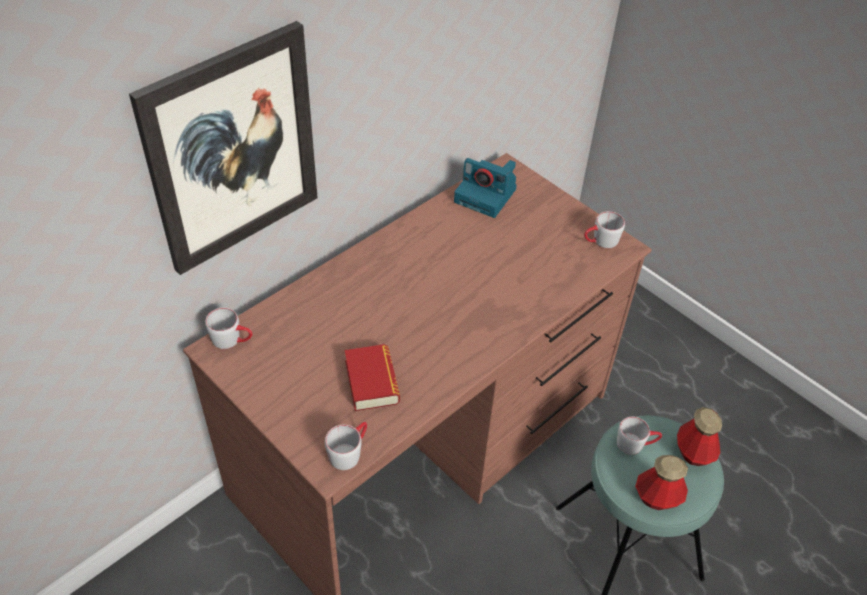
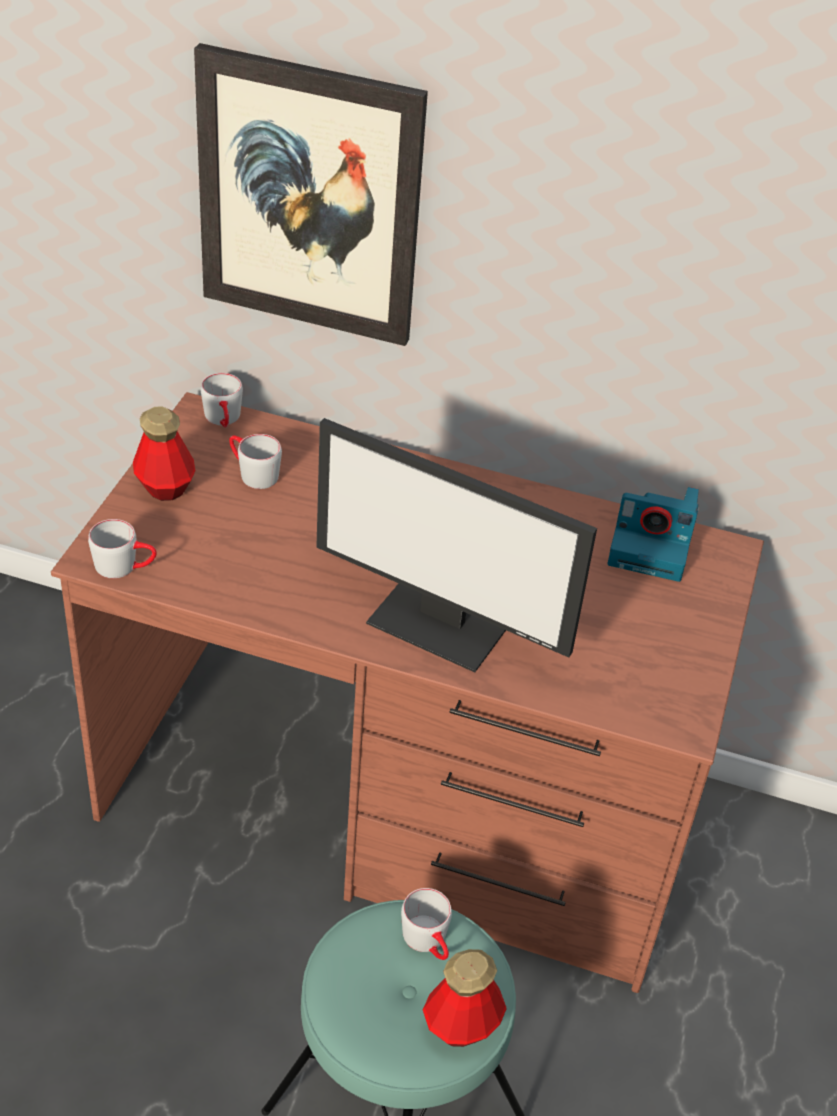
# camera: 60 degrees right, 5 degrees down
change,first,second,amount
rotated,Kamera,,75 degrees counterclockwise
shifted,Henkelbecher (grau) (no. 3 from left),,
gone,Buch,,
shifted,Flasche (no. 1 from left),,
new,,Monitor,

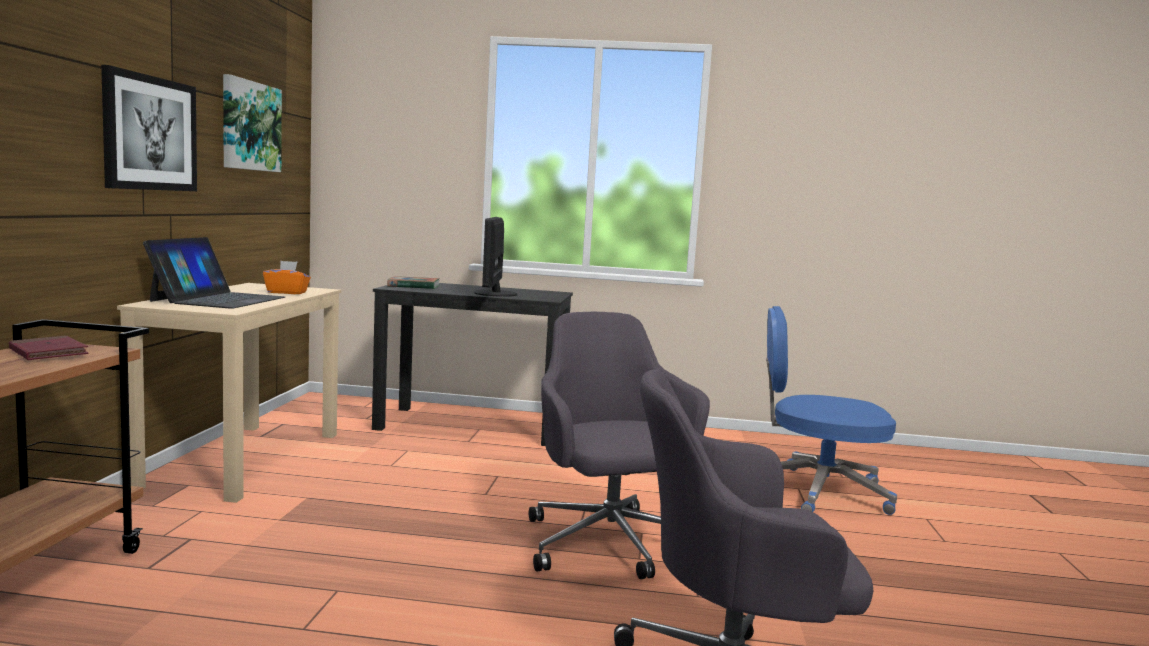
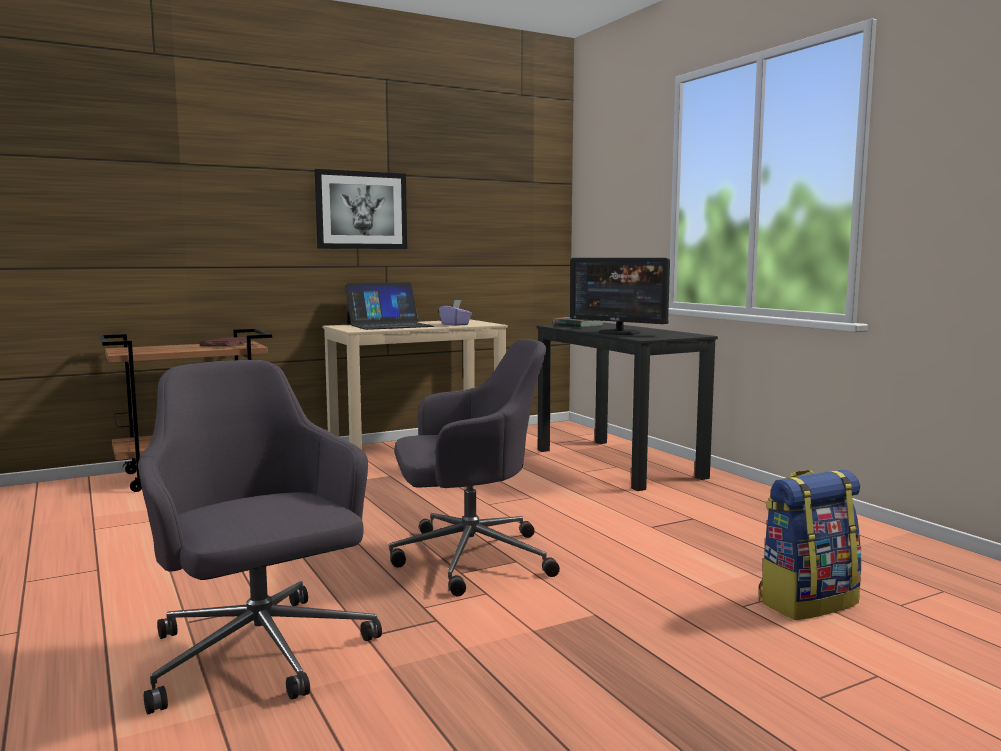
# camera: 55 degrees right, 0 degrees up
change,first,second,amount
gone,Bild (no. 2 from left),,
rotated,Monitor,,105 degrees counterclockwise
repainted,Taschentuchbox (orange),Taschentuchbox (lila),
swapped,Bürostuhl (blau),Rucksack,
rotated,Bürostuhl (grau) (no. 1 from left in the first image),Bürostuhl (grau) (no. 2 from left),45 degrees clockwise

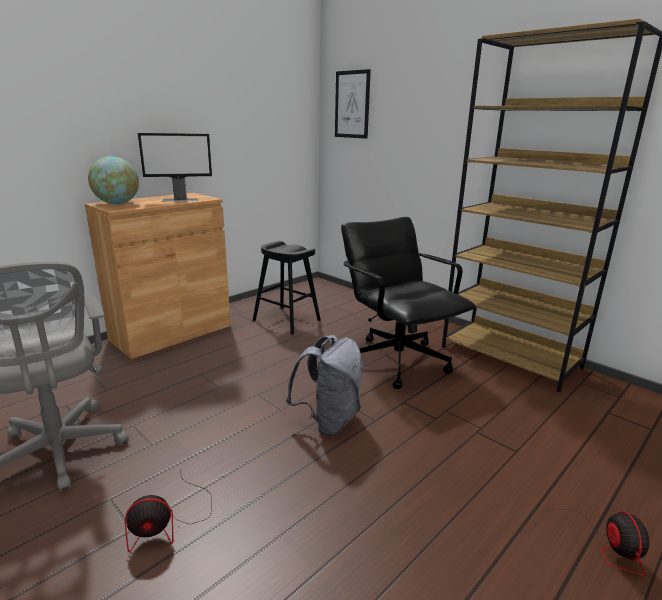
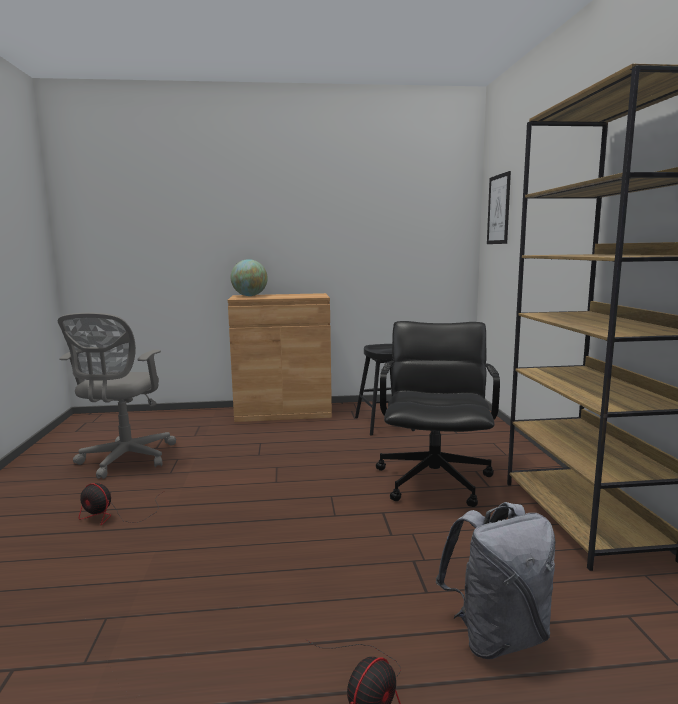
# camera: 40 degrees right, 10 degrees down
change,first,second,amount
gone,Monitor,,
shifted,Rucksack (grau),,

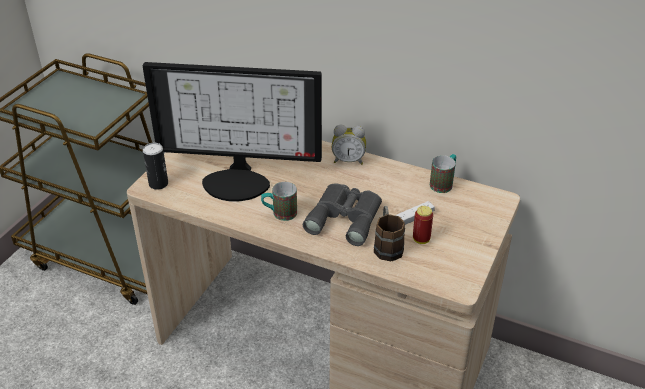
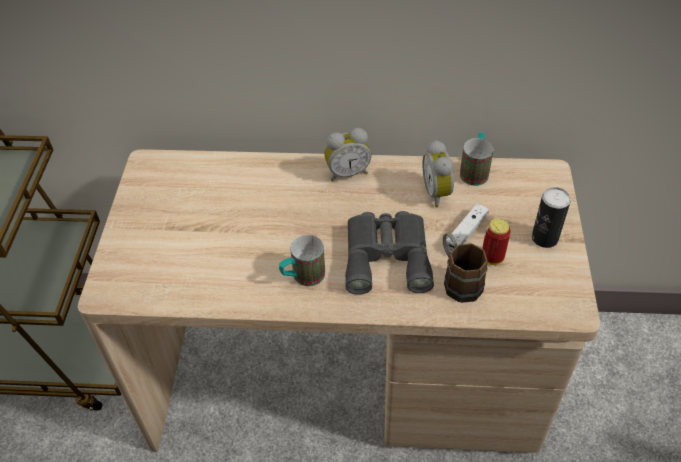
# camera: 20 degrees left, 10 degrees up
change,first,second,amount
gone,Monitor,,
shifted,Dose (no. 1 from left in the first image),Dose (no. 2 from left),
new,,Wecker (no. 2 from left),

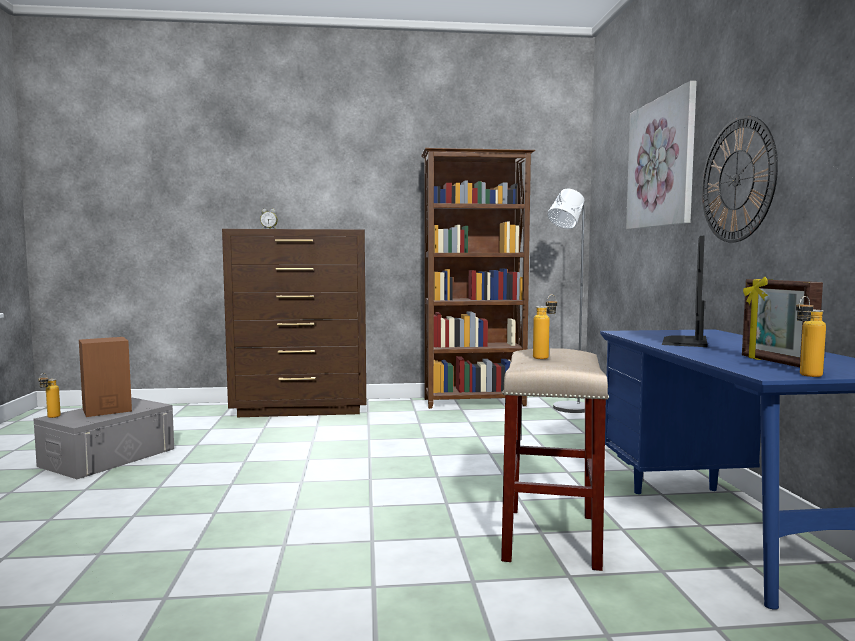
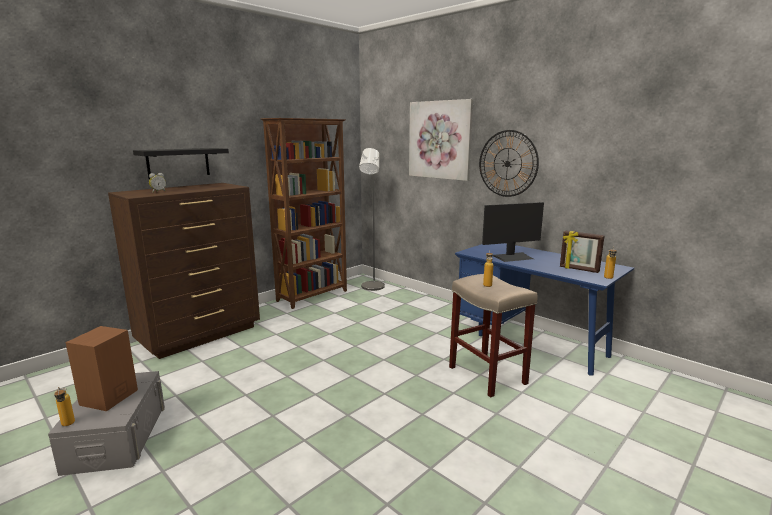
# camera: 40 degrees left, 10 degrees up
change,first,second,amount
rotated,Monitor,,90 degrees counterclockwise
new,,Wandregal (schwarz),

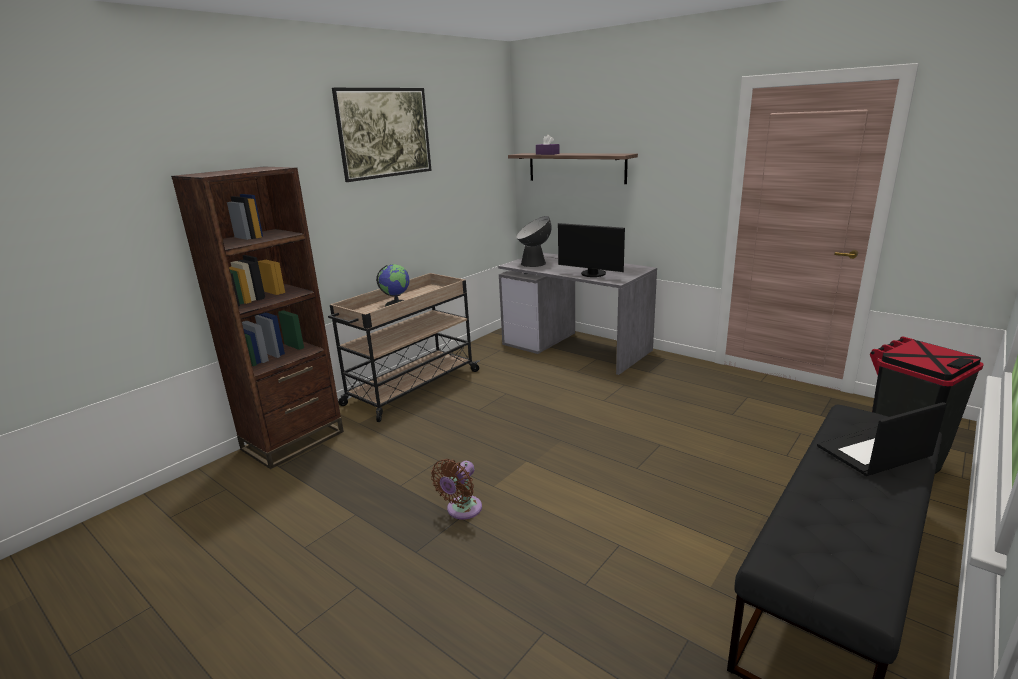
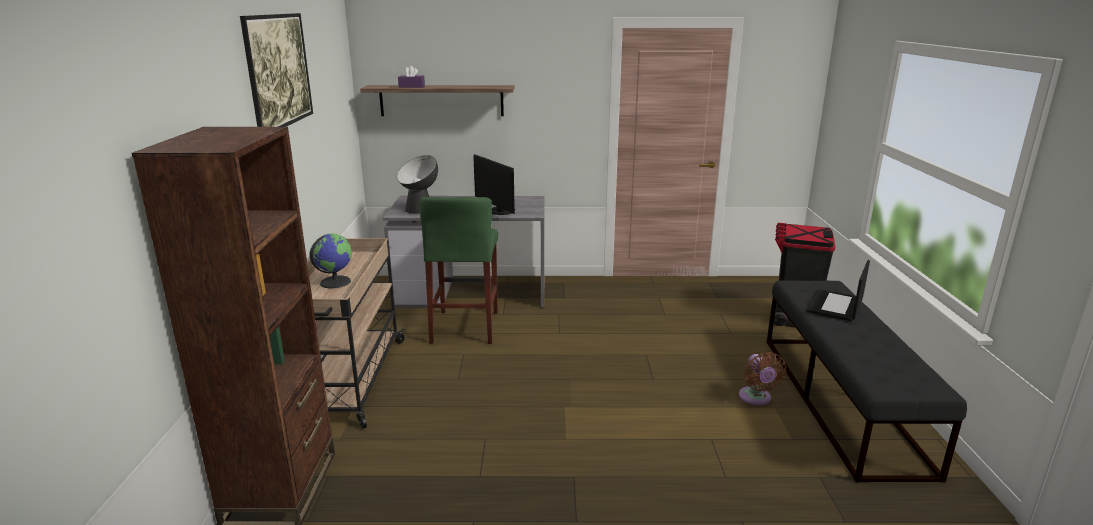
# camera: 40 degrees left, 0 degrees up
change,first,second,amount
rotated,Monitor,,60 degrees clockwise
shifted,Ventilator (braun),,
new,,Hocker (grün),

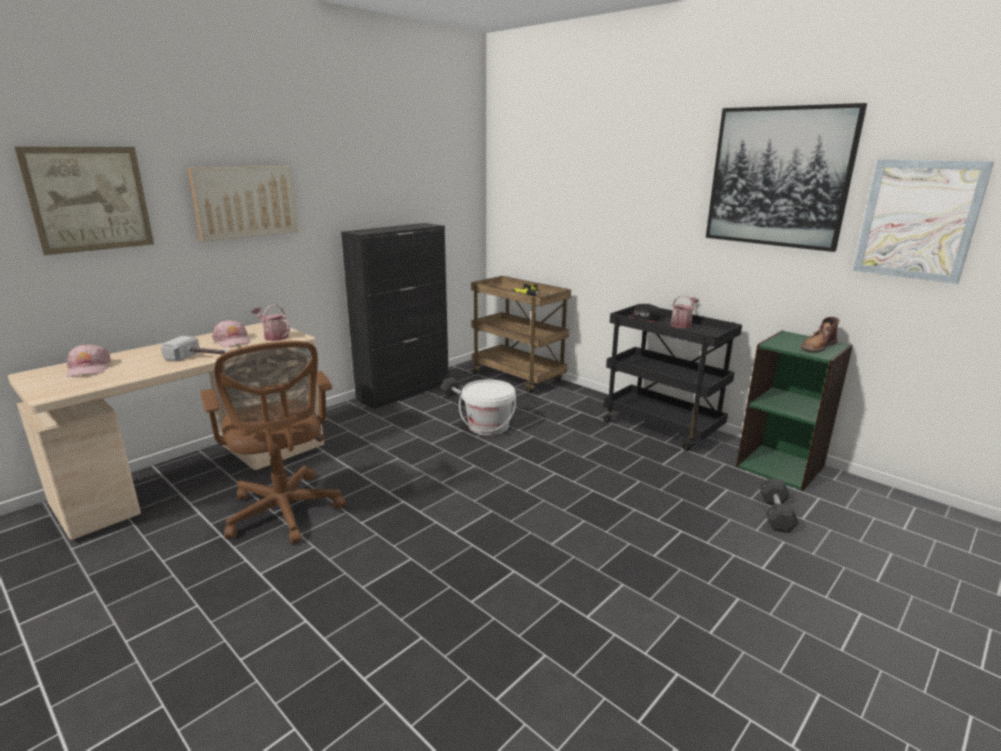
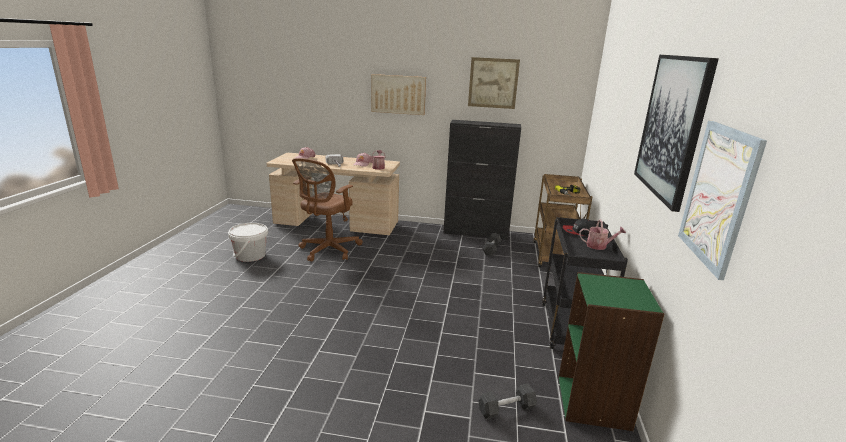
# camera: 55 degrees right, 0 degrees up
change,first,second,amount
shifted,Bild (no. 1 from left in the first image),Bild (no. 2 from left),
gone,Stiefel (braun),,
shifted,Eimer (weiß),,

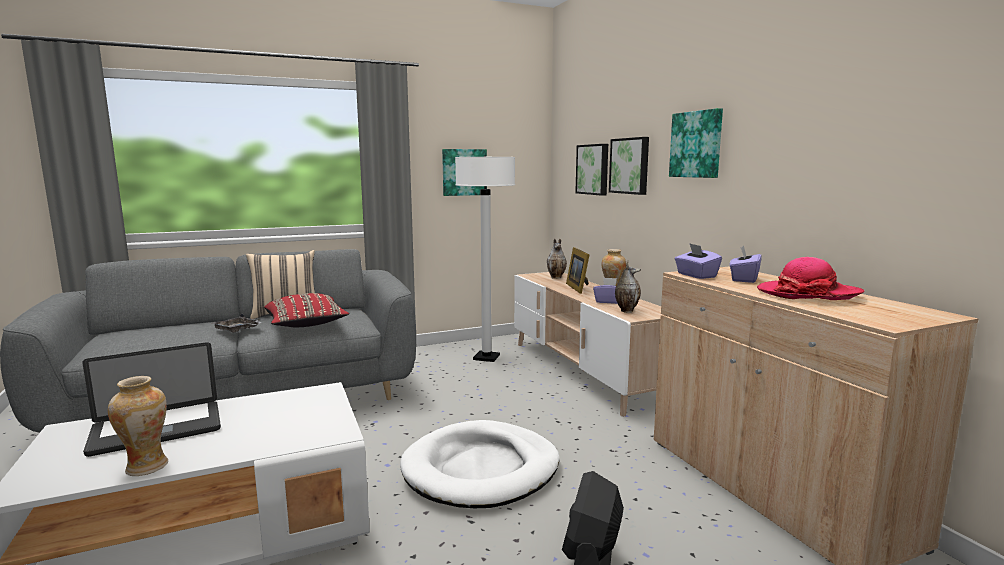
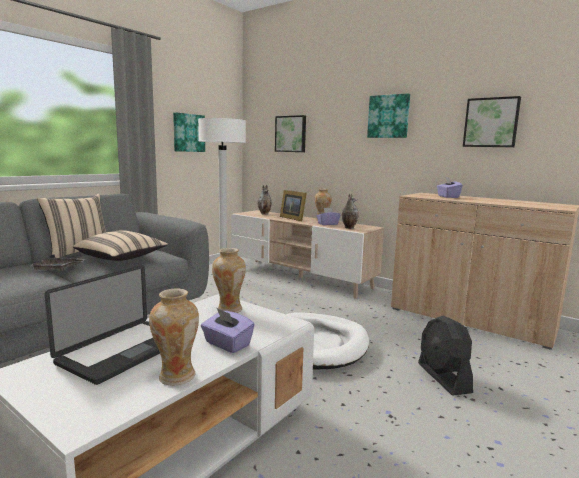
# camera: 30 degrees left, 0 degrees up
change,first,second,amount
shifted,Bild (no. 3 from left in the first image),Bild (no. 4 from left),
shifted,Taschentuchbox (lila) (no. 2 from left in the first image),Taschentuchbox (lila) (no. 1 from left),
gone,Hut,,
repainted,Kissen (rot),Kissen (beige) (no. 2 from left),
new,,Vase (no. 2 from left),

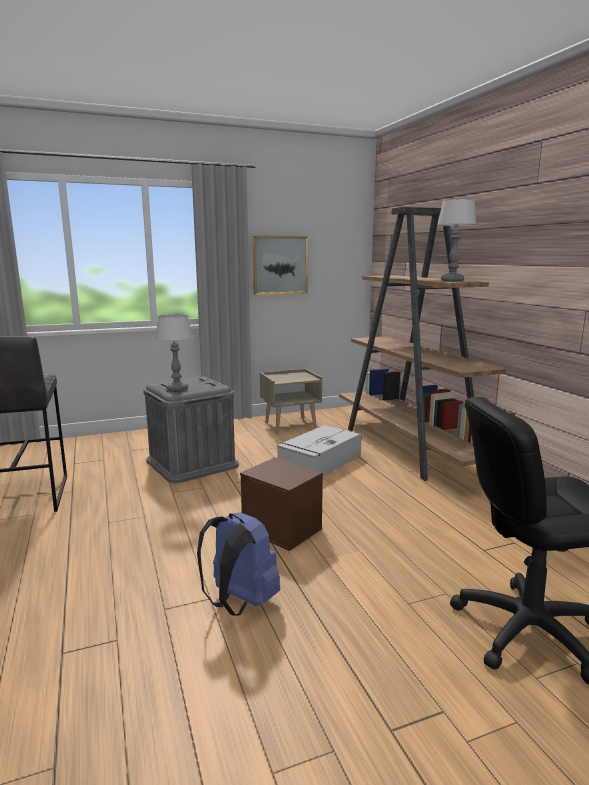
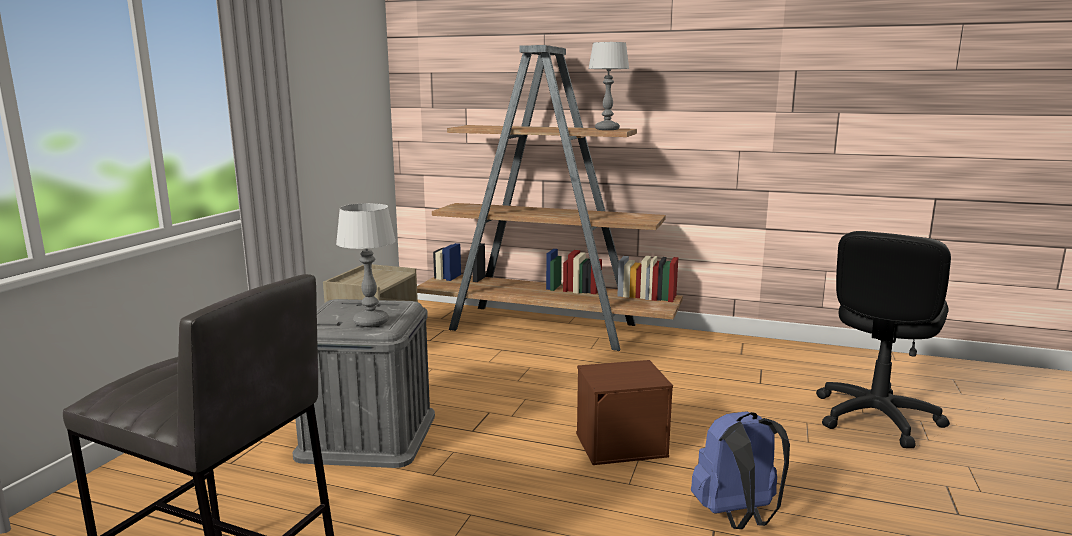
# camera: 50 degrees left, 0 degrees up
change,first,second,amount
gone,Bild,,
gone,Aufbewahrungsbox (grau) (no. 2 from left),,

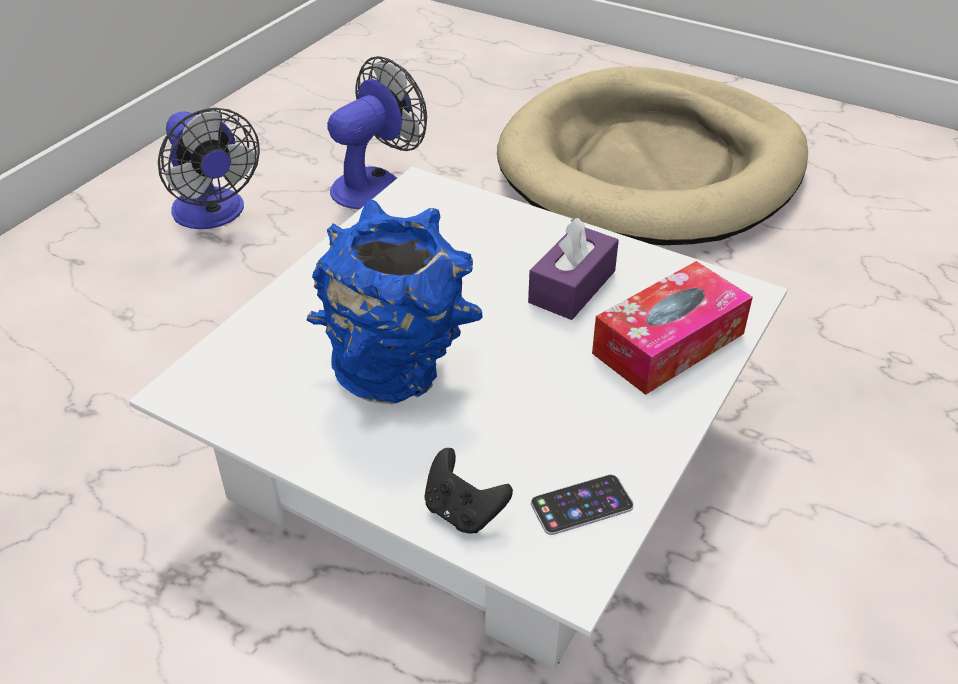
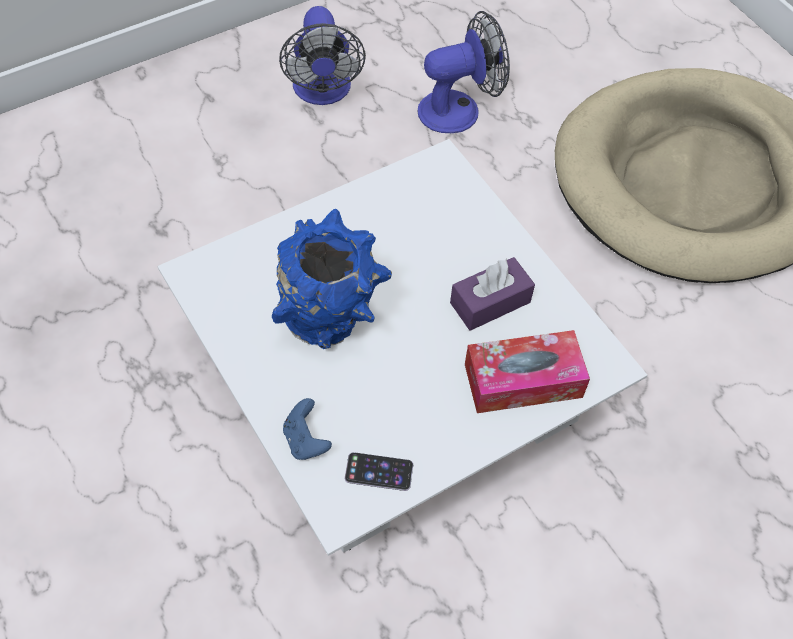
# camera: 25 degrees right, 15 degrees up
change,first,second,amount
repainted,Gamepad (schwarz),Gamepad (blau),

